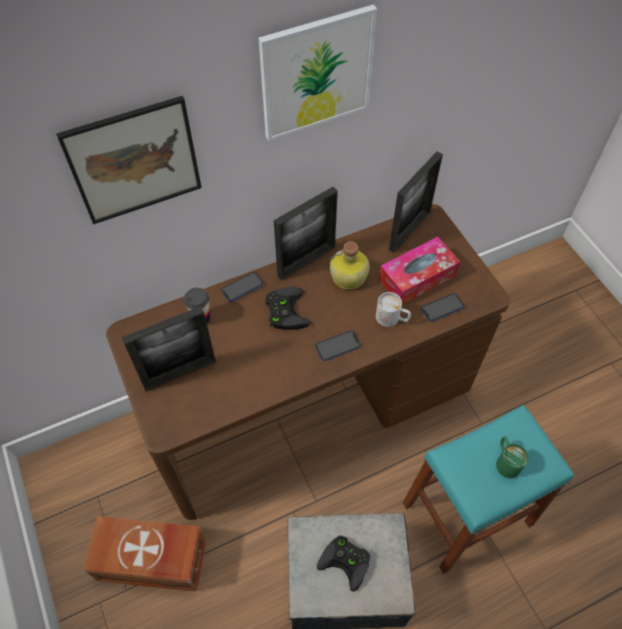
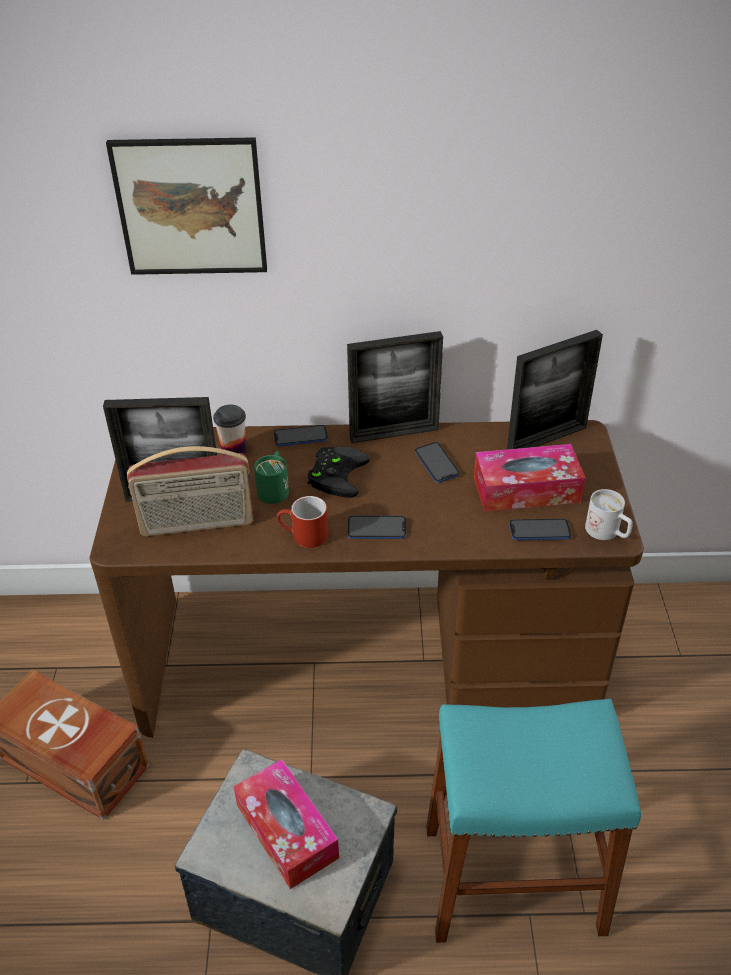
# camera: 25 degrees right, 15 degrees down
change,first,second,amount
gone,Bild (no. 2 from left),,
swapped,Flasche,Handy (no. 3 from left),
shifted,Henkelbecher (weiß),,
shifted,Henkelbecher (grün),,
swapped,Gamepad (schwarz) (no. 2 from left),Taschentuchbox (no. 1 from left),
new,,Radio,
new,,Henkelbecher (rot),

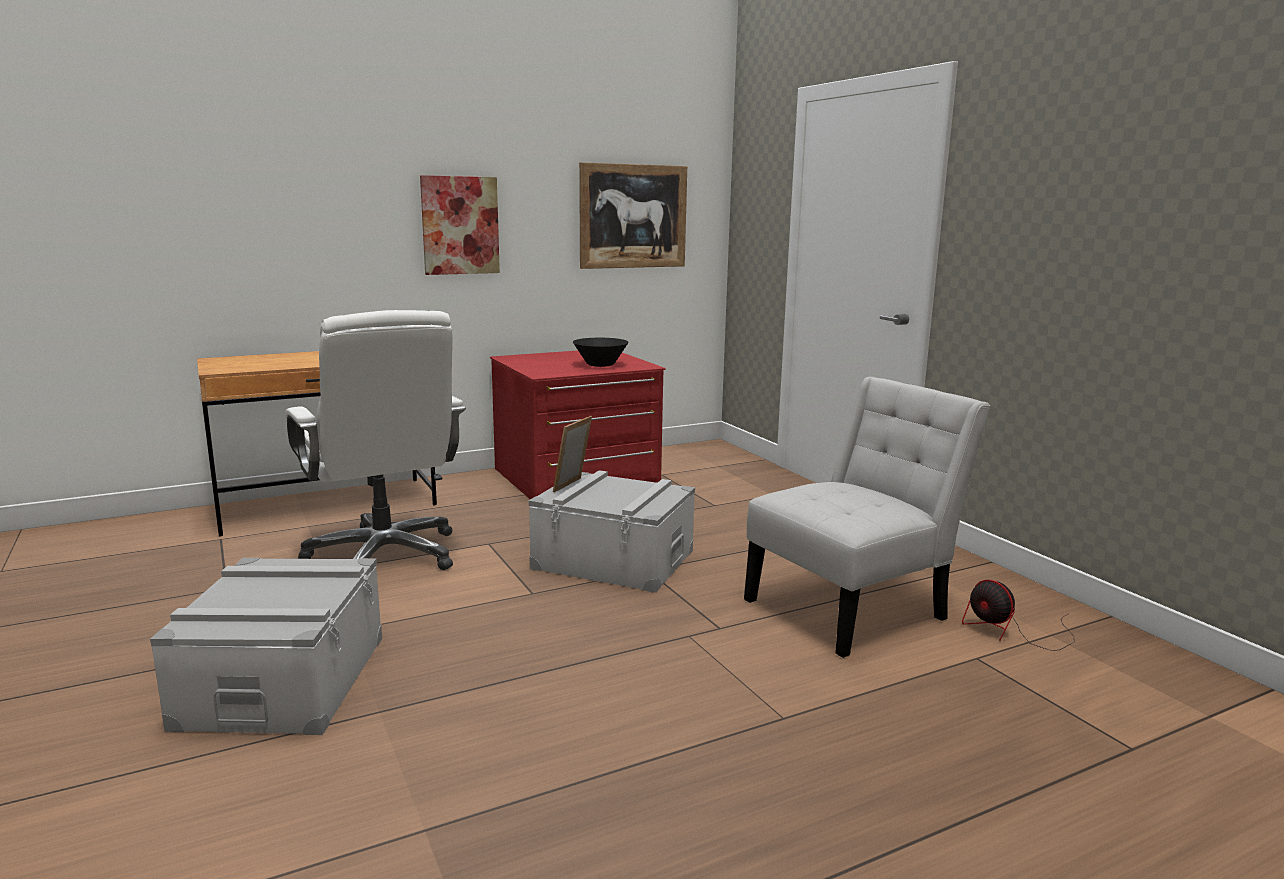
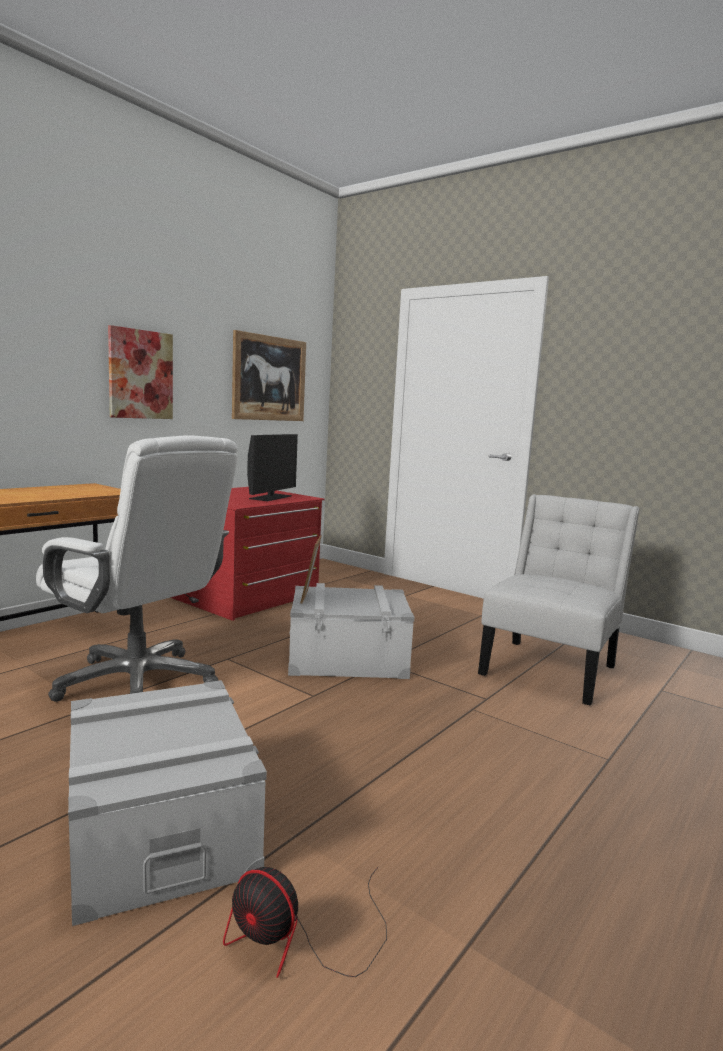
# camera: 25 degrees left, 5 degrees down
change,first,second,amount
swapped,Schüssel (schwarz),Monitor,
shifted,Ventilator,,

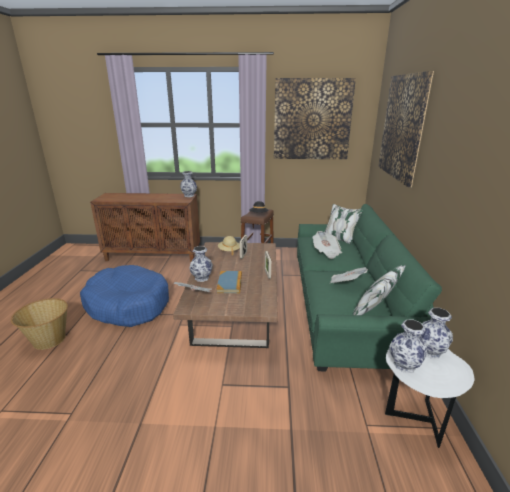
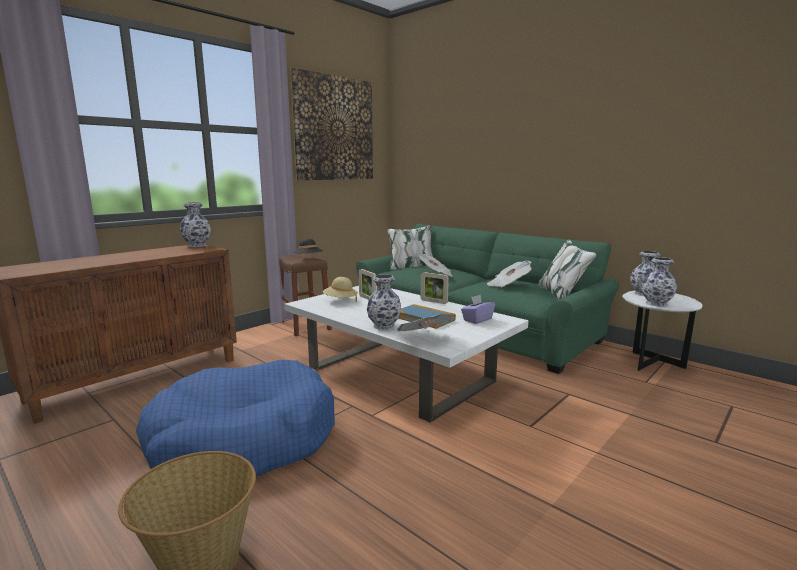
# camera: 50 degrees left, 10 degrees down
change,first,second,amount
gone,Bild (no. 2 from left),,
repainted,Couchtisch (braun),Couchtisch (weiß),
new,,Taschentuchbox (lila),

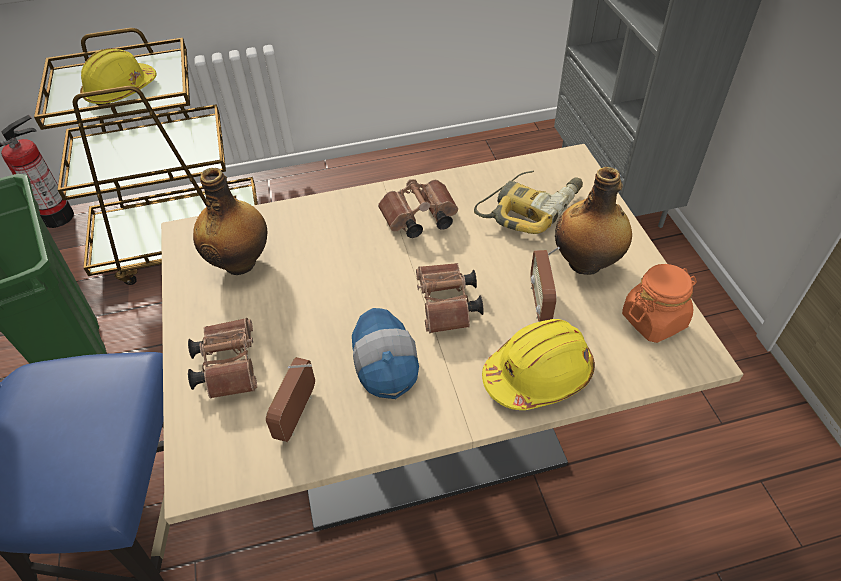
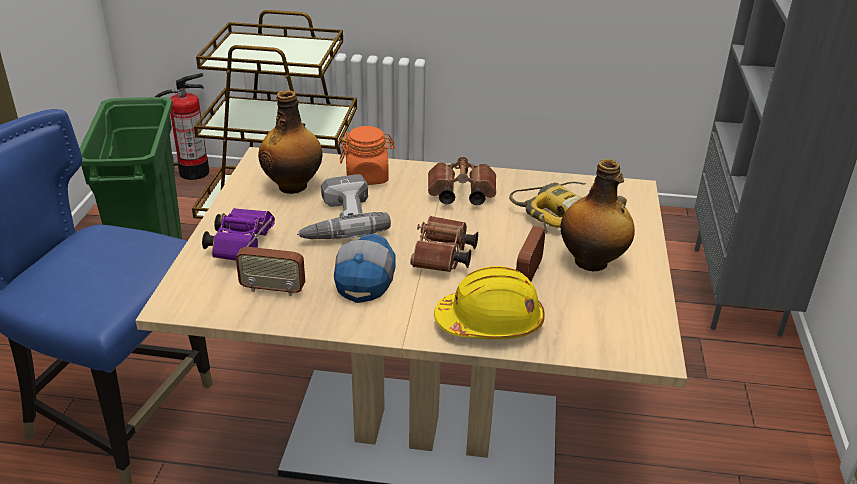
# camera: 20 degrees right, 15 degrees down
change,first,second,amount
gone,Schutzhelm (gelb) (no. 1 from left),,
shifted,Vorratsglas (orange),,
repainted,Fernglas (braun) (no. 1 from left),Fernglas (lila),
rotated,Radio (no. 1 from left),,120 degrees counterclockwise
new,,Bohrmaschine (no. 1 from left),

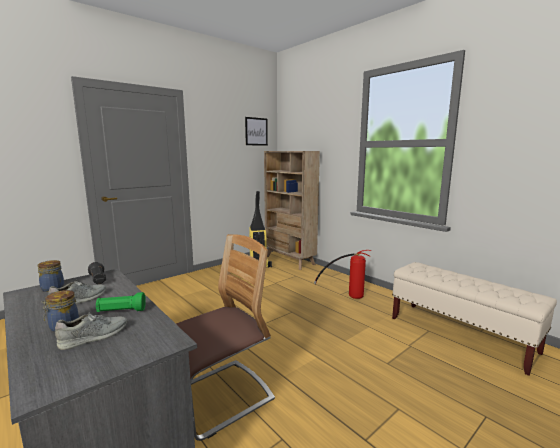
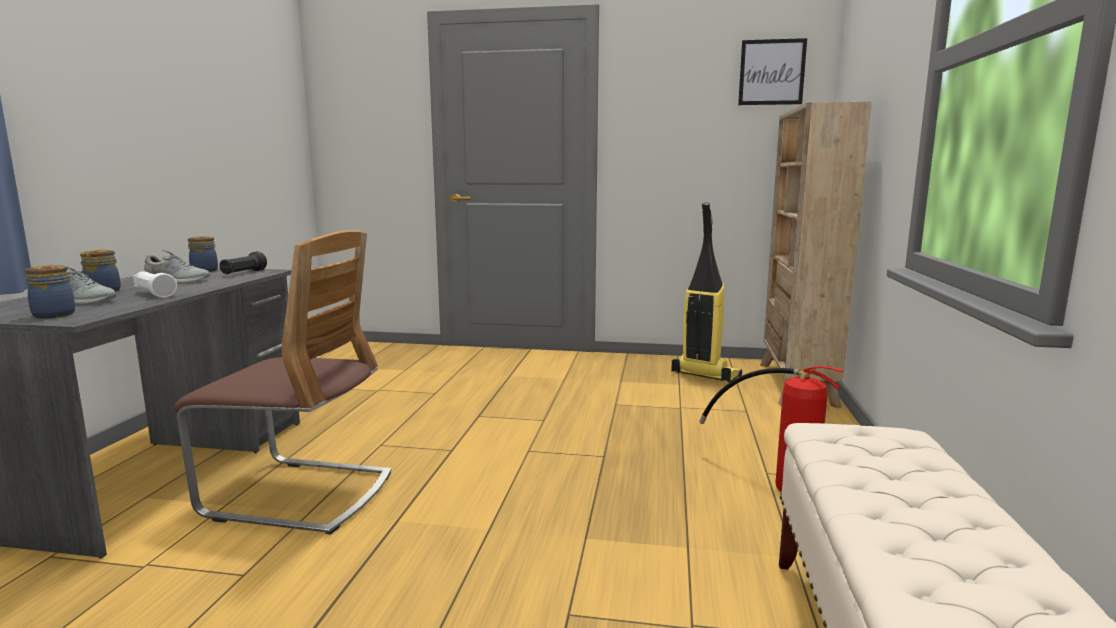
# camera: 50 degrees right, 0 degrees up
change,first,second,amount
repainted,Taschenlampe (grün),Taschenlampe (weiß),
new,,Vorratsglas (no. 1 from left),

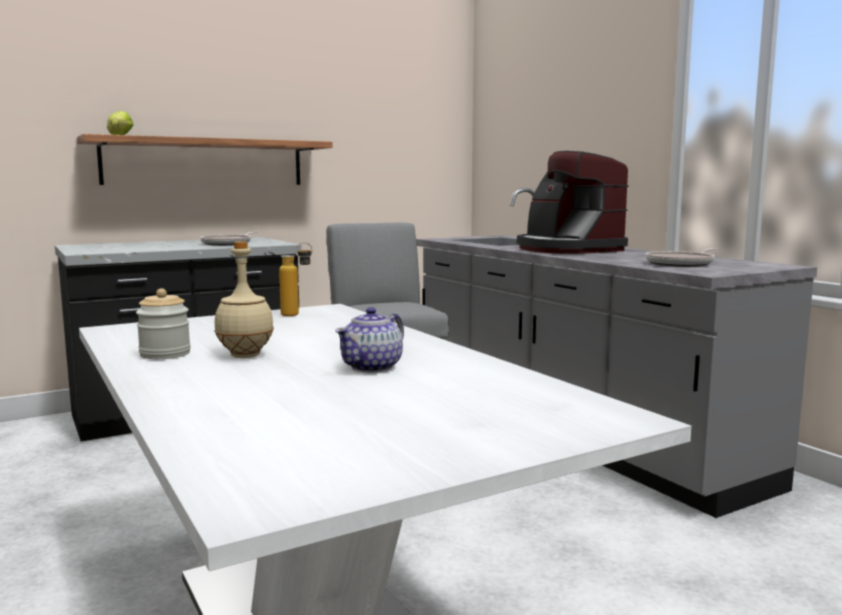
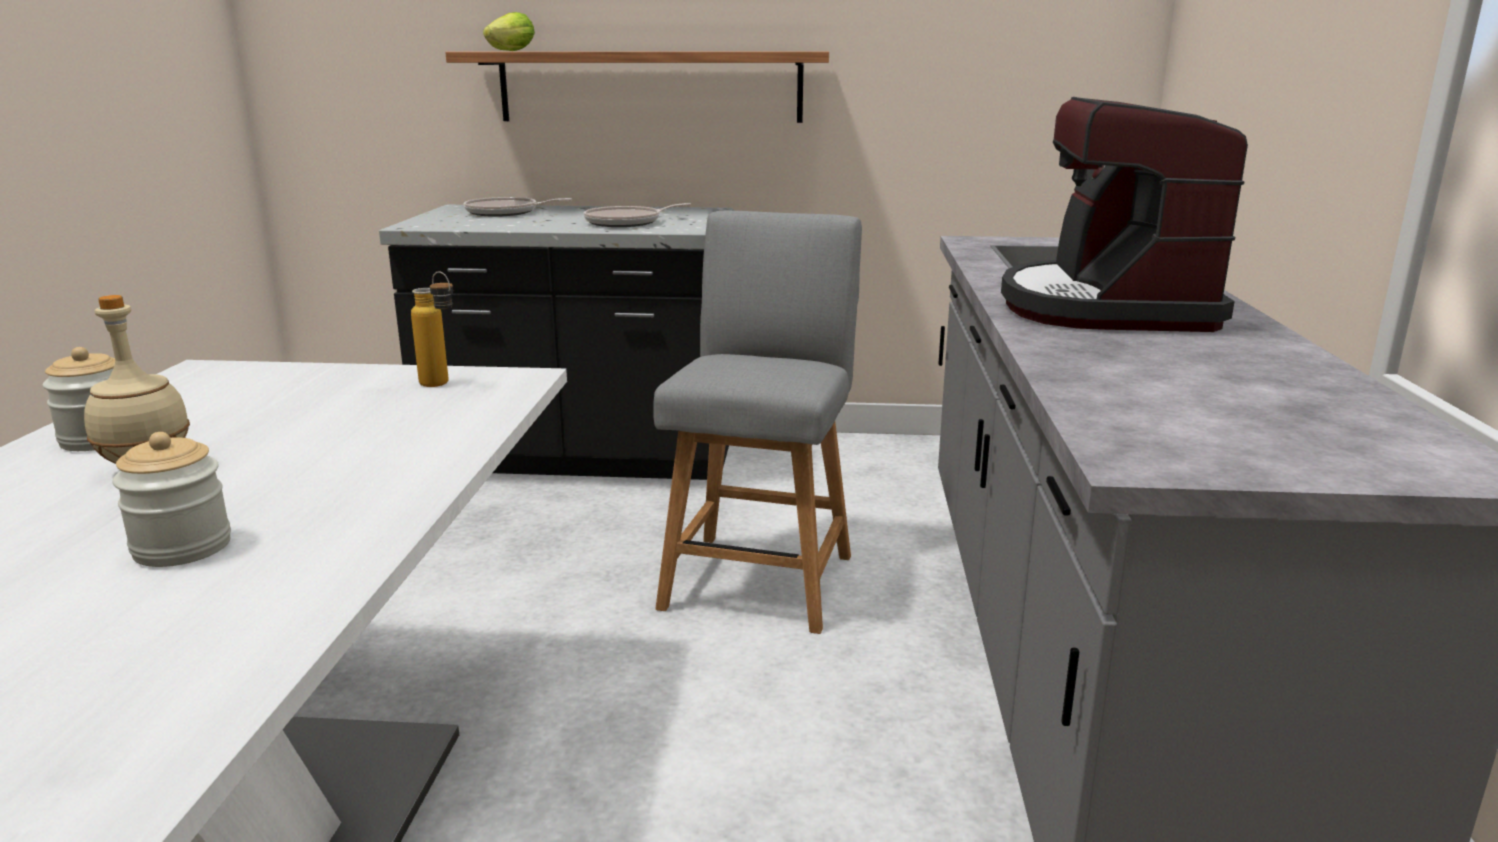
# camera: 35 degrees right, 10 degrees up
change,first,second,amount
shifted,Pfanne (no. 2 from left in the first image),Pfanne (no. 1 from left),
swapped,Teekanne,Vorratsglas (no. 2 from left),

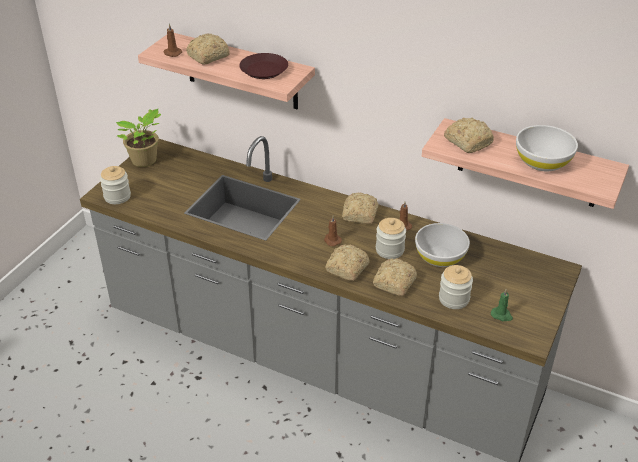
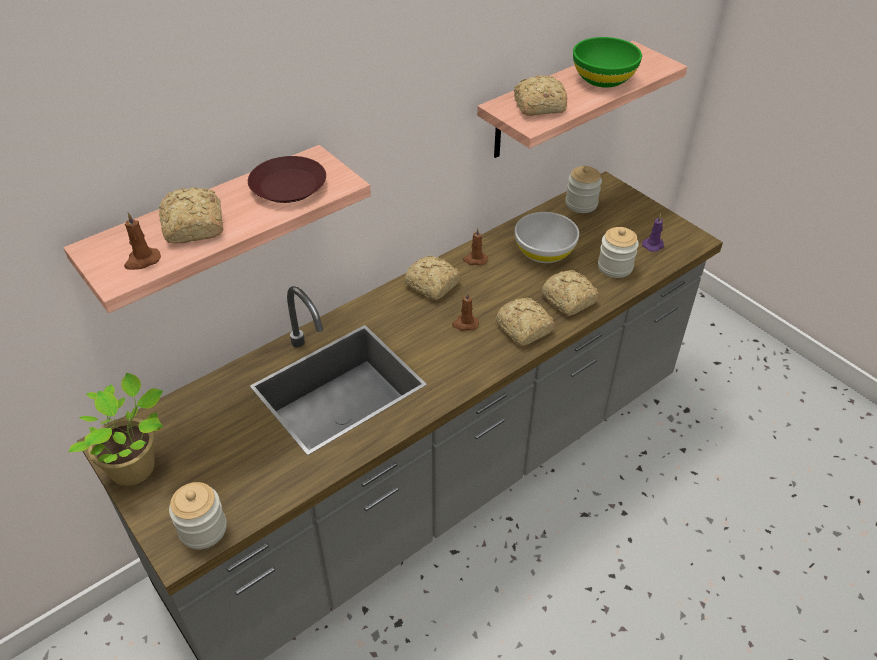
# camera: 65 degrees left, 5 degrees up
change,first,second,amount
repainted,Schüssel (weiß) (no. 2 from left),Schüssel (grün),
shifted,Vorratsglas (no. 2 from left),,
repainted,Kerze (grün),Kerze (lila),

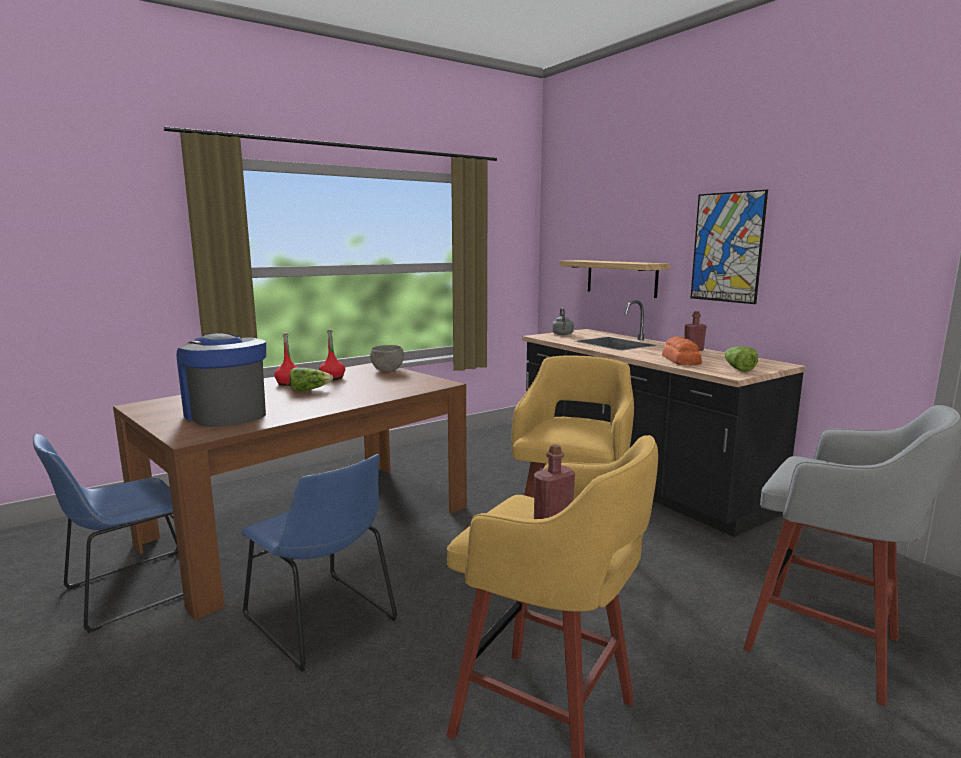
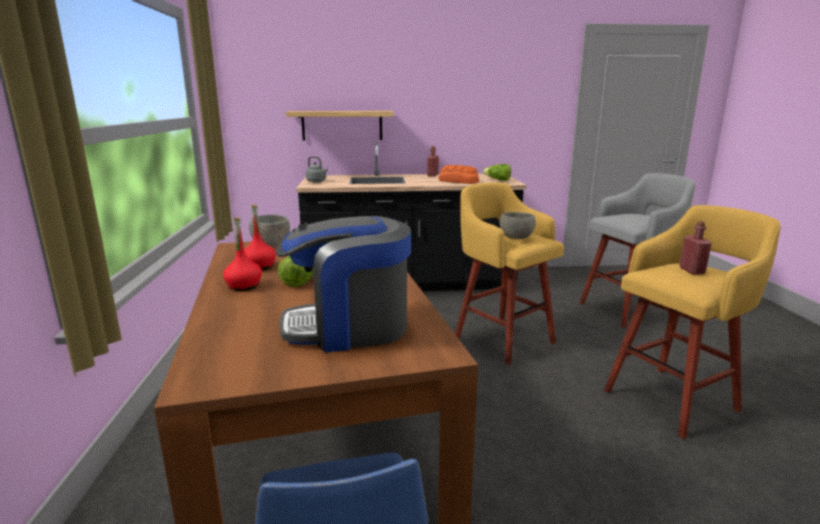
# camera: 60 degrees left, 5 degrees up
change,first,second,amount
gone,Bild,,
gone,Stuhl (blau) (no. 2 from left),,
new,,Schüssel (grau) (no. 2 from left),

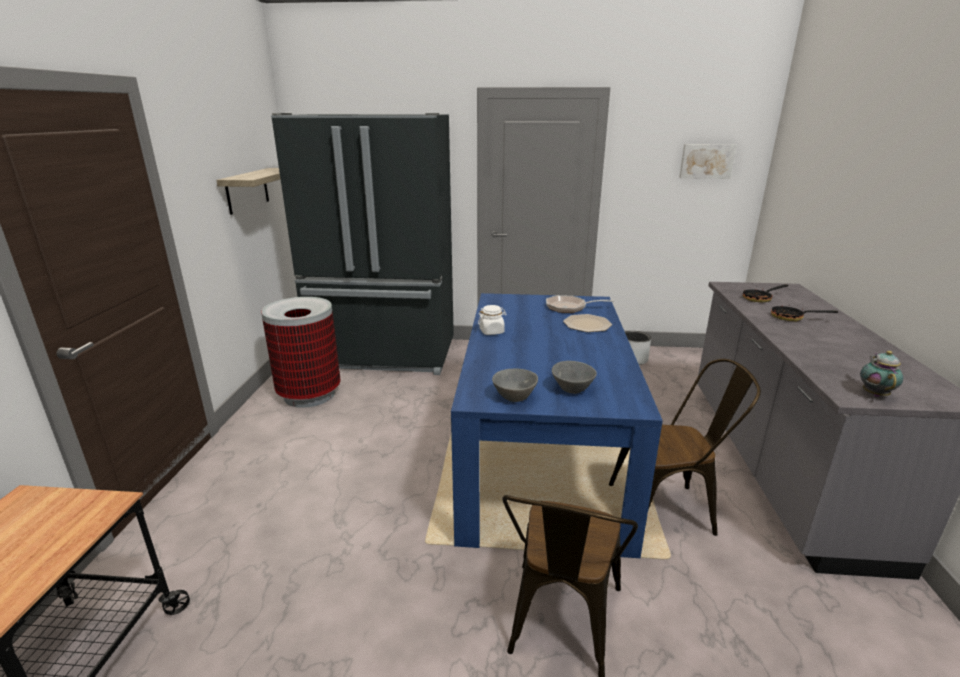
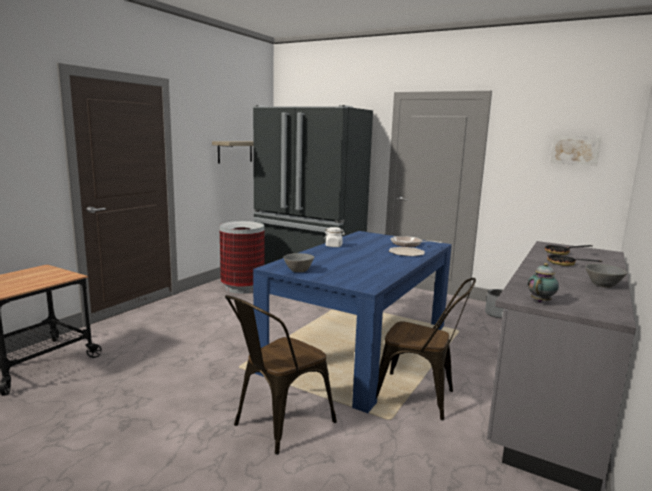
# camera: 25 degrees right, 10 degrees down
change,first,second,amount
shifted,Schüssel (grau) (no. 2 from left),,

